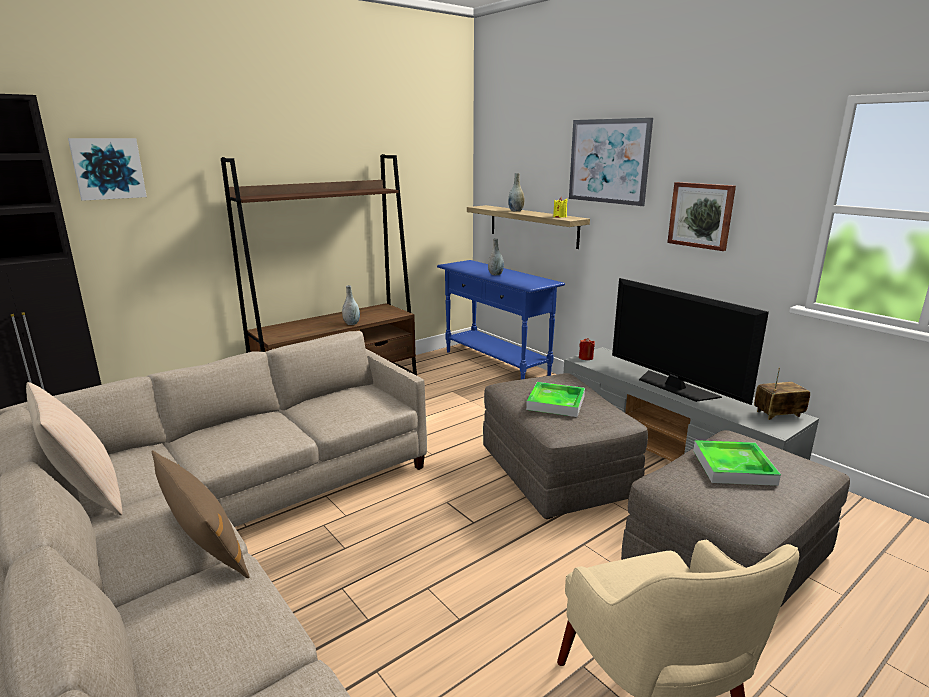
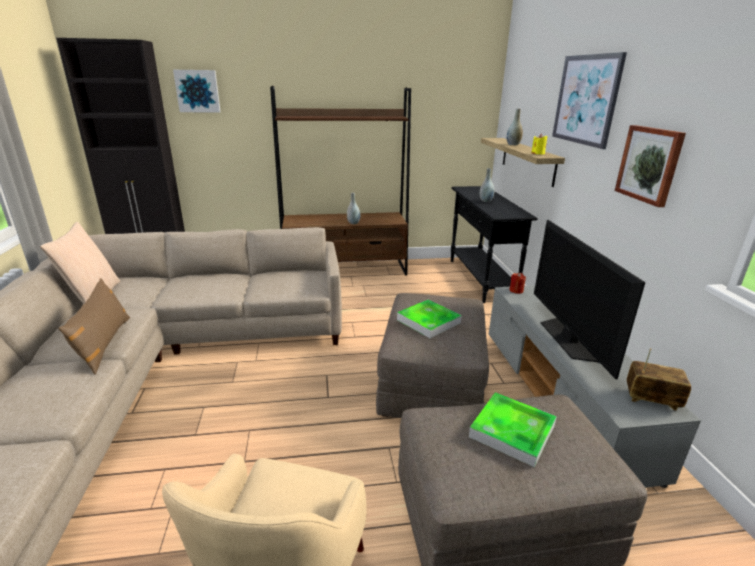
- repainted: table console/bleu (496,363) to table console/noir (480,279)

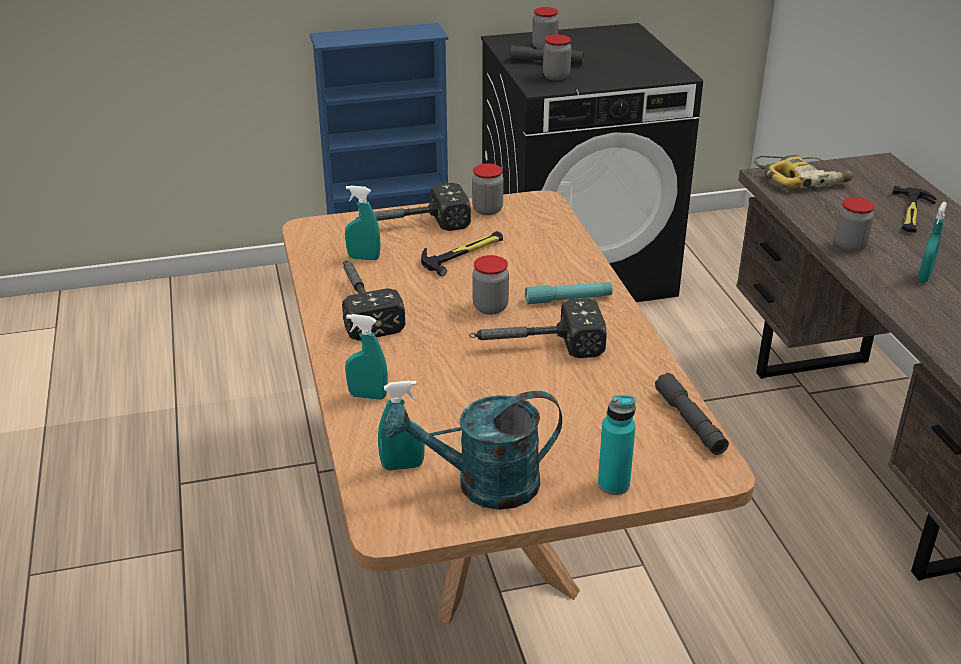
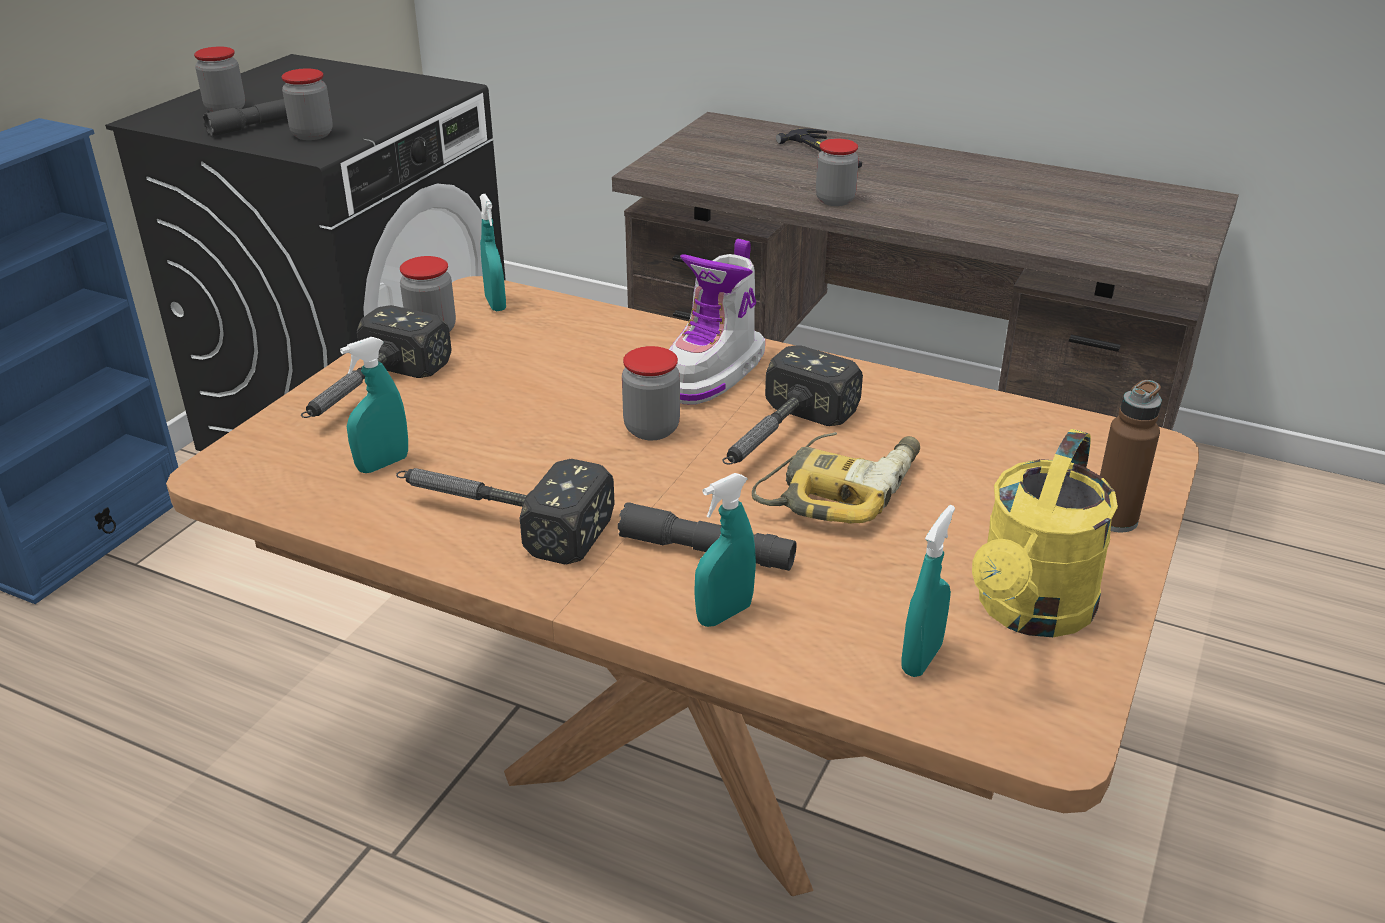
- gone: marteau (464,253)
- shifted: lampe de poche/gris (690,422) to (706,551)
- shifted: perceuse (802,179) to (840,488)
- shifted: vaporisateur/turquoise (924,276) to (495,304)
- swapped: lampe de poche/turquoise (568,299) to botte (712,374)
- repainted: arrosoir/turquoise (483,486) to arrosoir/jaune (1029,612)
- repainted: bouteille/turquoise (613,484) to bouteille/marron (1114,519)

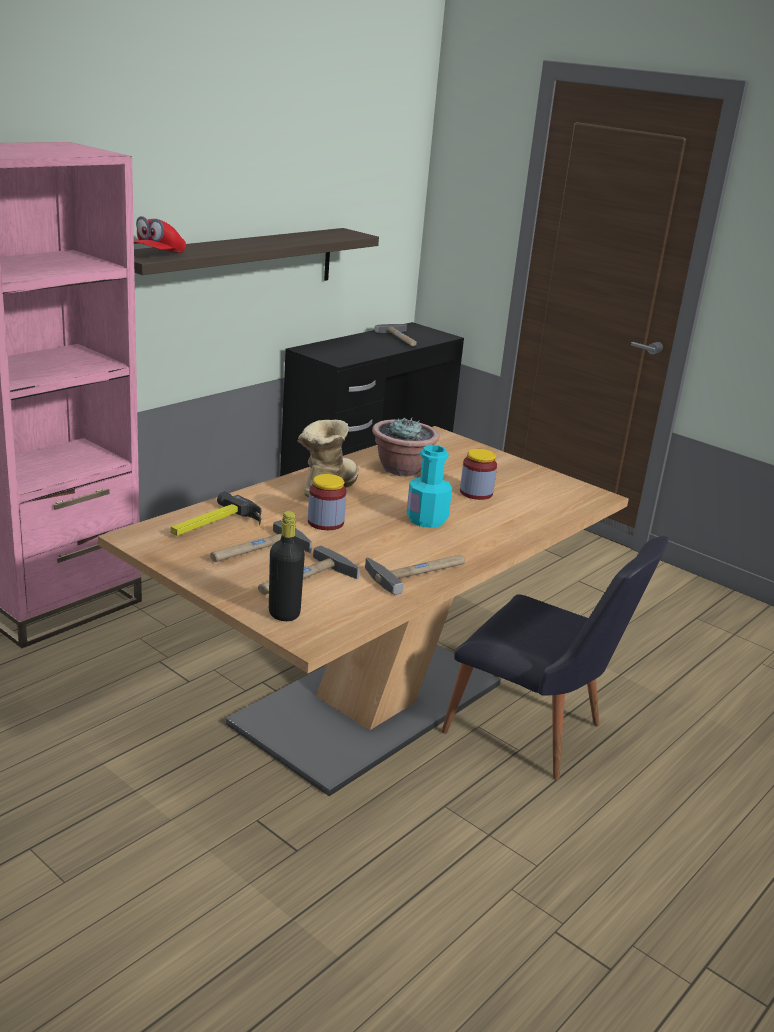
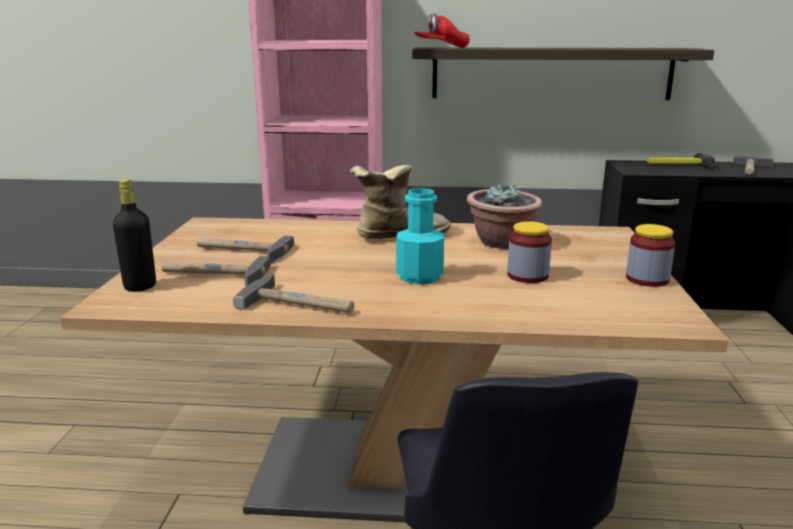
- shifted: marteau (214,525) to (679,166)
- shifted: bocal (325,522) to (647,279)

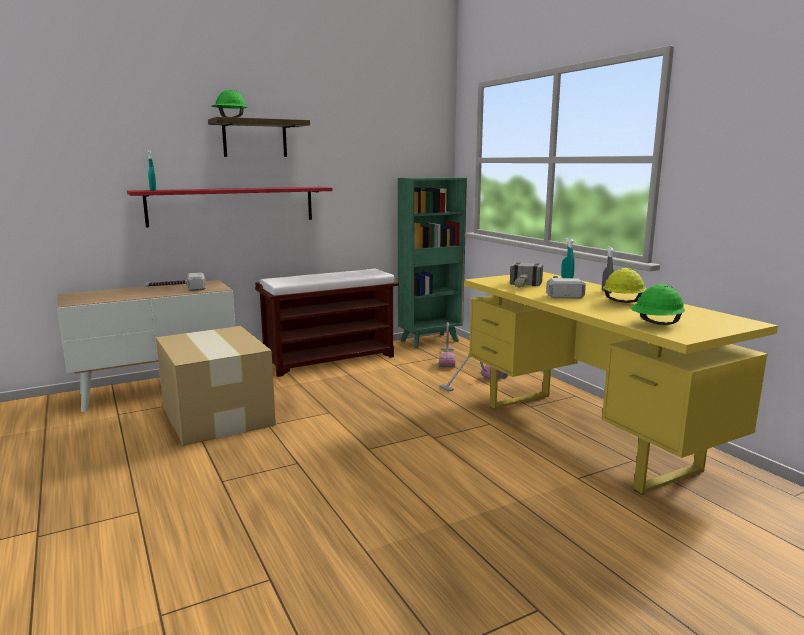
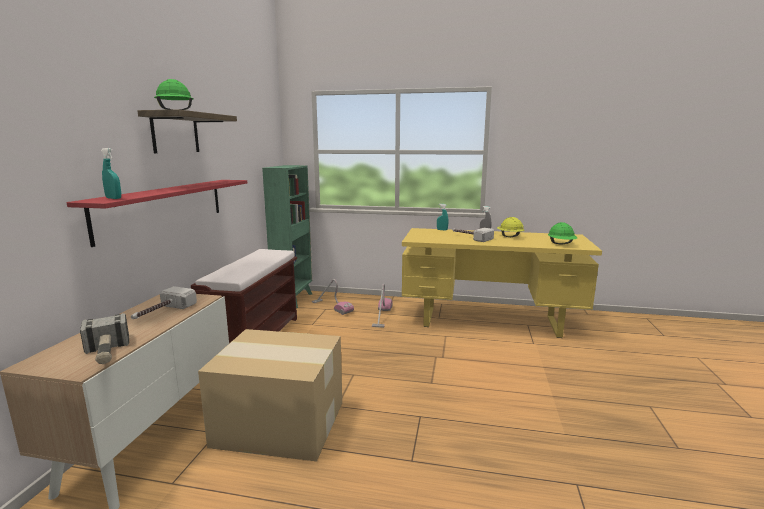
- shifted: marteau (523,287) to (107,354)

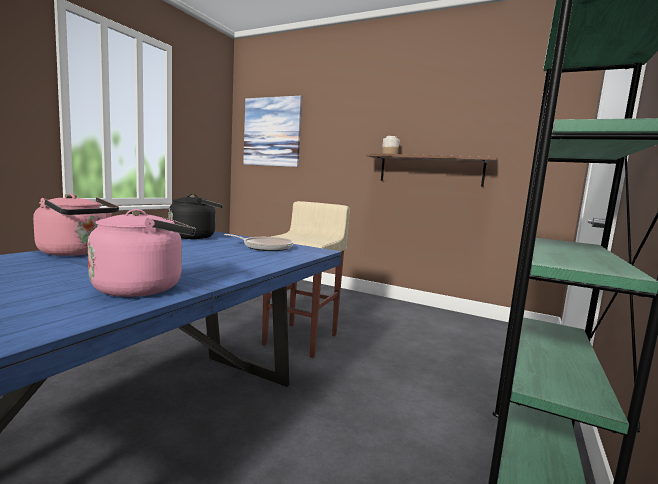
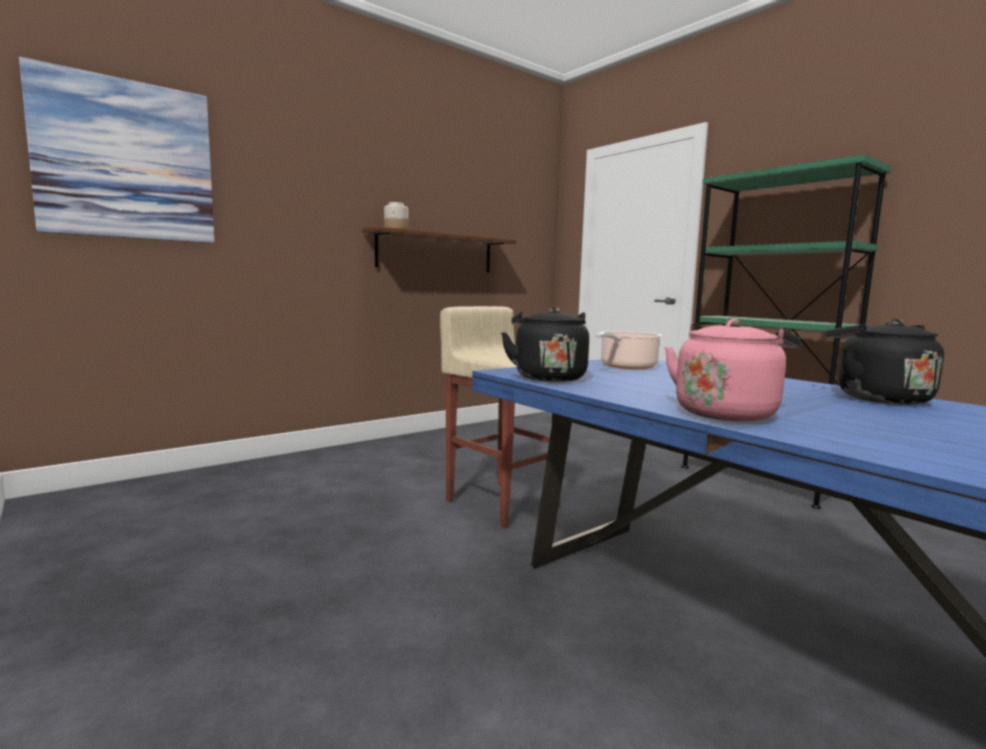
- swapped: poêle (265,247) to marmite (626,367)
- repainted: bouilloire/rose (144,287) to bouilloire/noir (876,398)

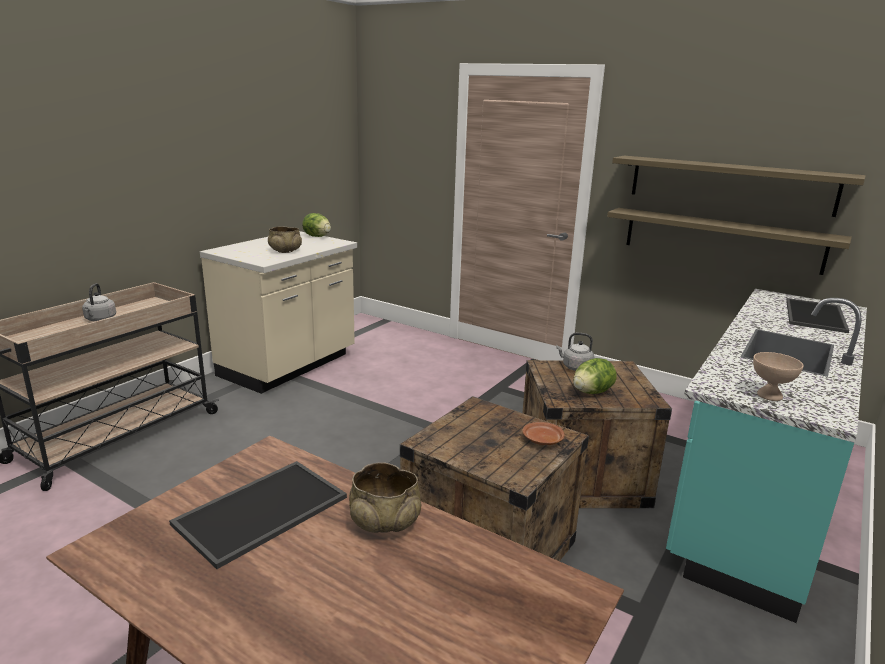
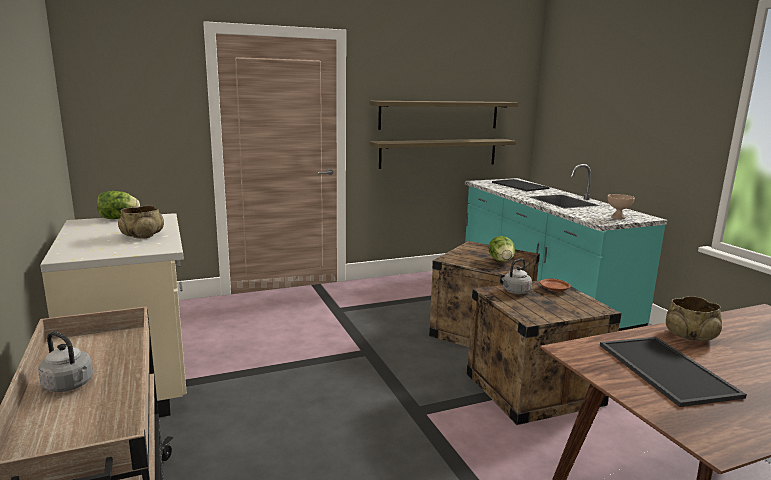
- shifted: bouilloire/gris (575,367) to (515,292)

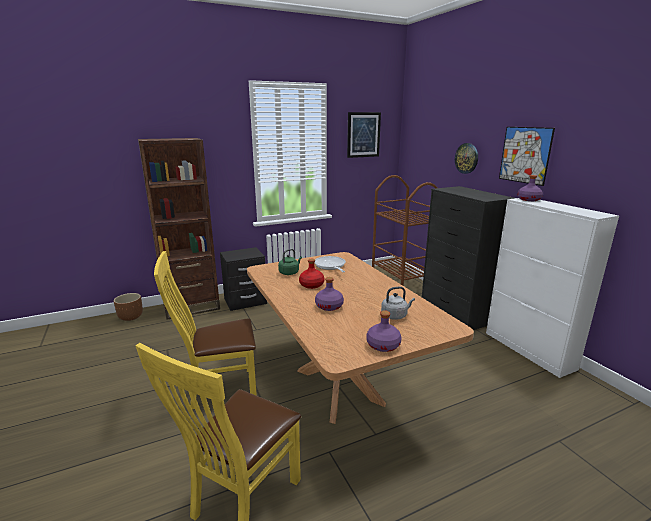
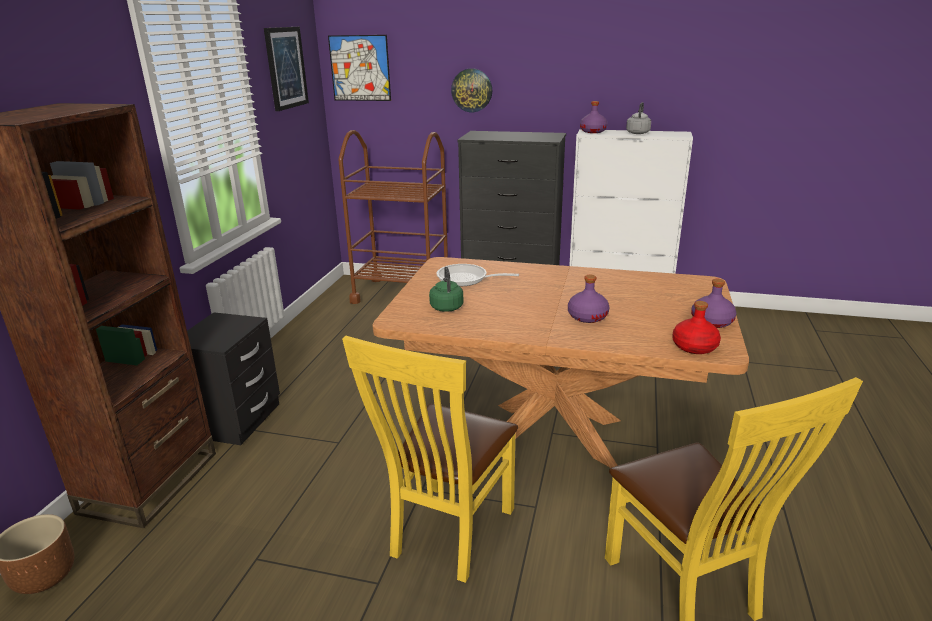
- shifted: bouteille/rouge (312,285) to (694,346)
- shifted: bouilloire/gris (395,315) to (638,133)
- shifted: tableau (525,155) to (360,68)

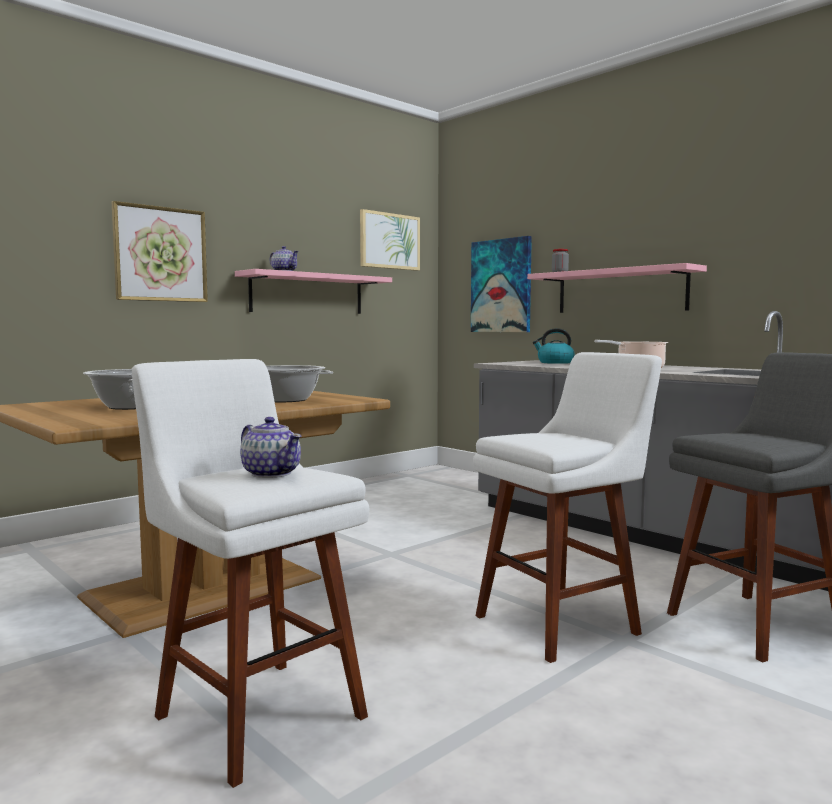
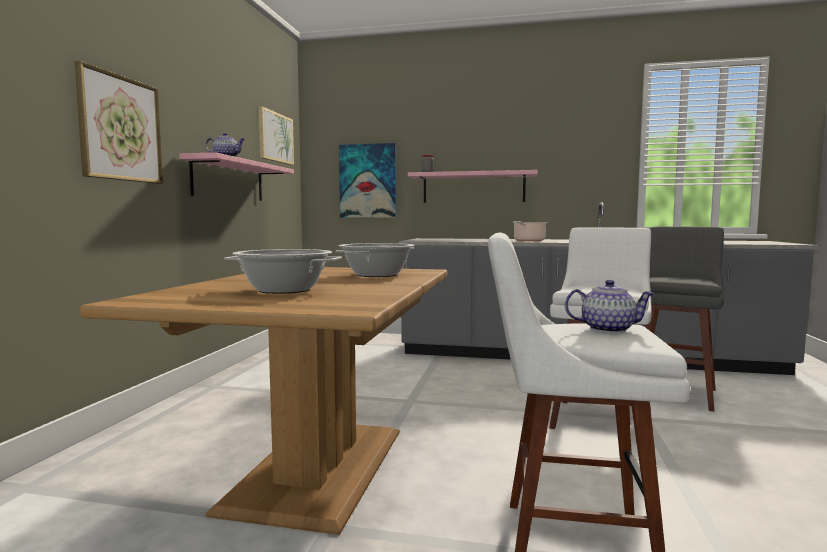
- gone: bouilloire (554,362)

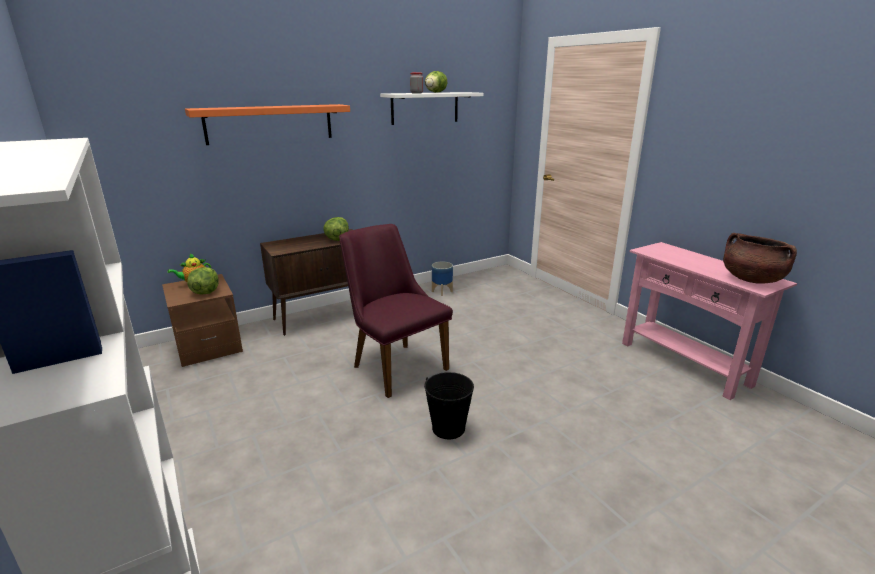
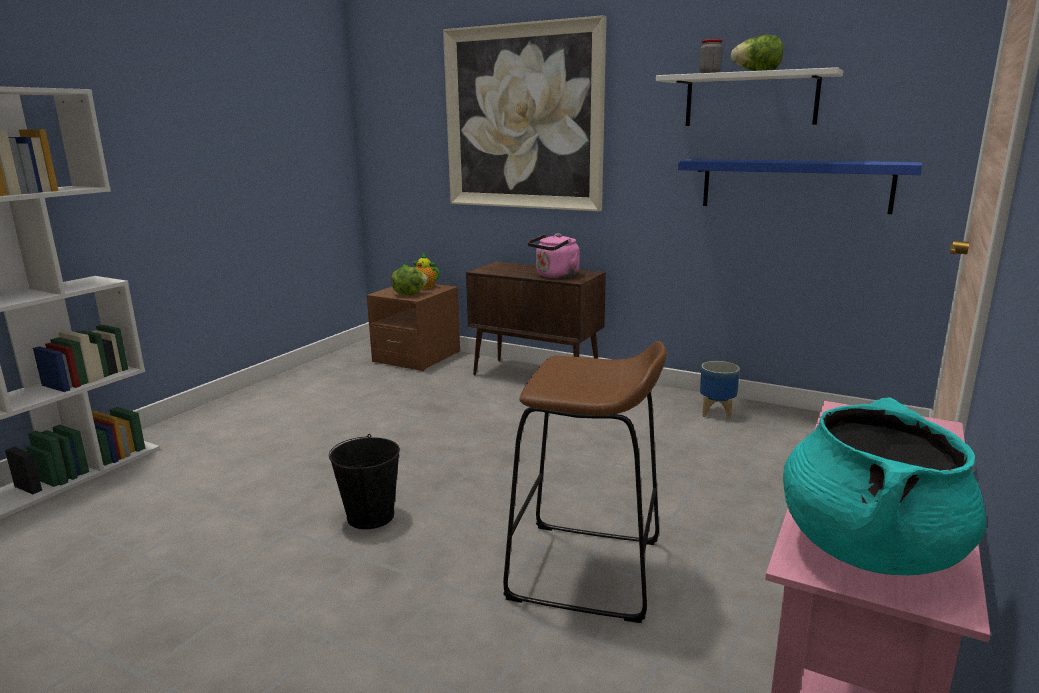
- gone: chaise/violet (394,364)
- new: tabouret/marron (585,570)
- new: étagère/bleu (794,185)
- swapped: étagère/orange (270,123) to tableau (523,118)
- swapped: laitue (337,240) to bouilloire/rose (555,276)
- repainted: marmite/marron (751,279) to marmite/turquoise (869,548)

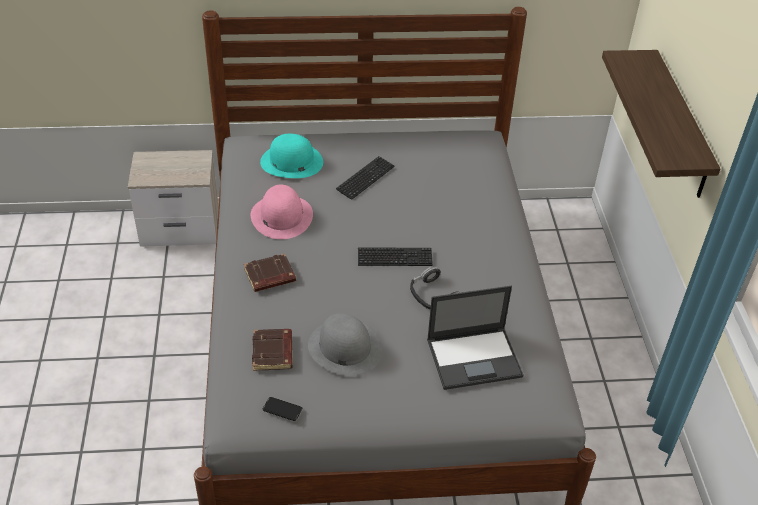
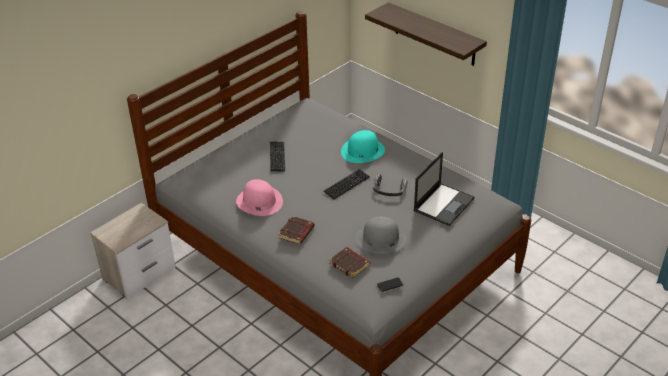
- shifted: chapeau/turquoise (291,162) to (362,151)

